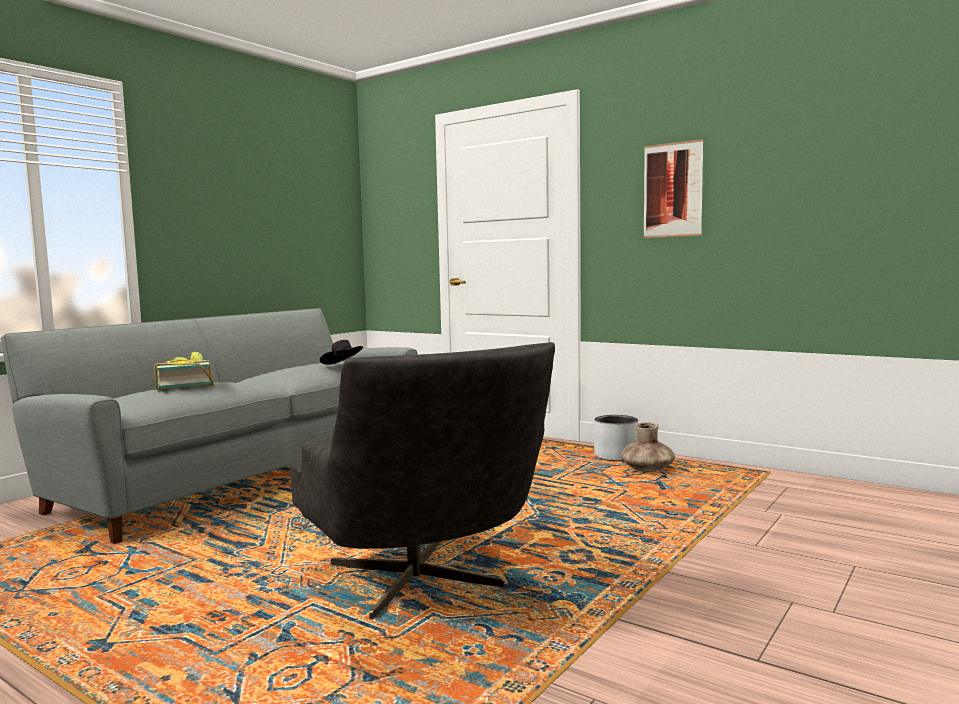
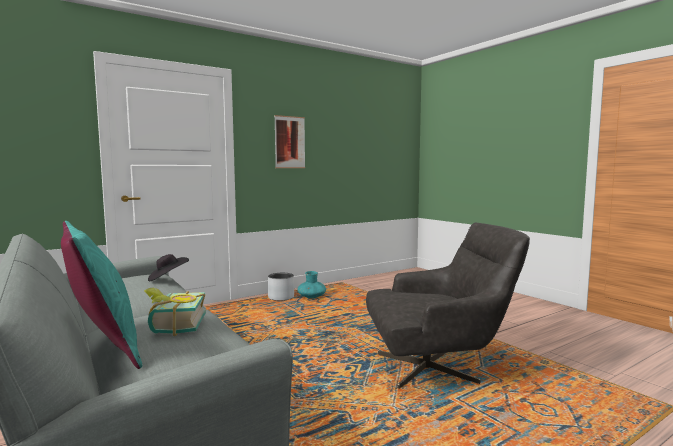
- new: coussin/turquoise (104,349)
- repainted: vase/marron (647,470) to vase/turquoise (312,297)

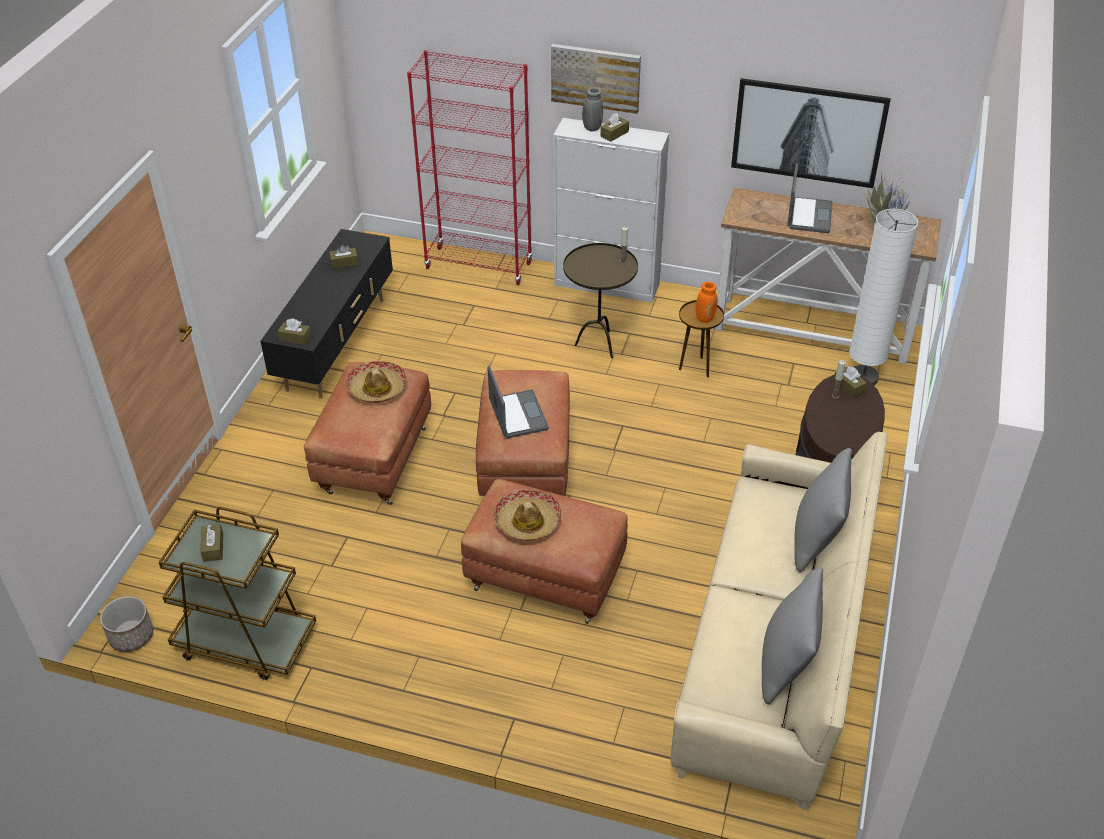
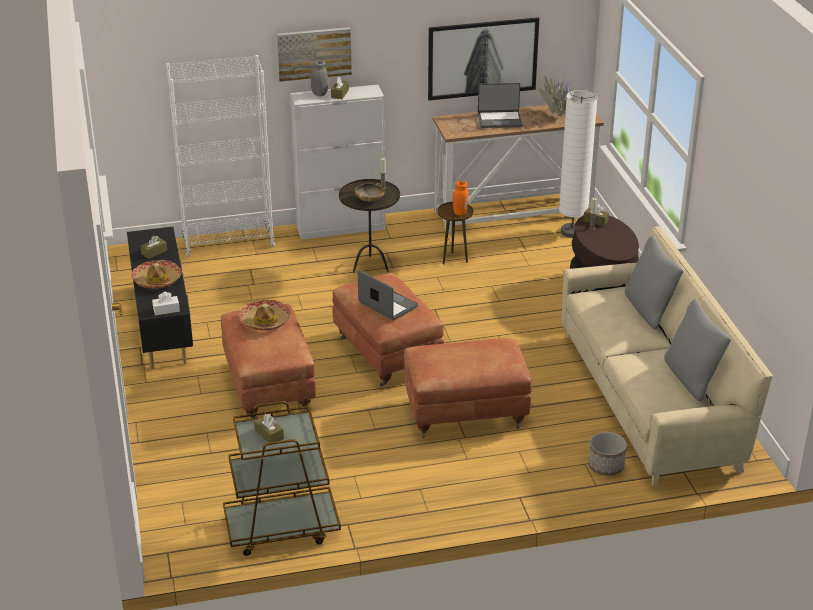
- new: bol/beige (369,200)
- shifted: cache-pot (131,636) to (606,466)
- shifted: chapeau (527,522) to (157,280)
- repainted: boîte à mouchoirs/marron (295,338) to boîte à mouchoirs/blanc (166,310)
- repainted: bibliothèque/rouge (479,266) to bibliothèque/blanc (228,243)
- rotated: ordinateur portable (808,216) = (499,120) 105 degrees clockwise

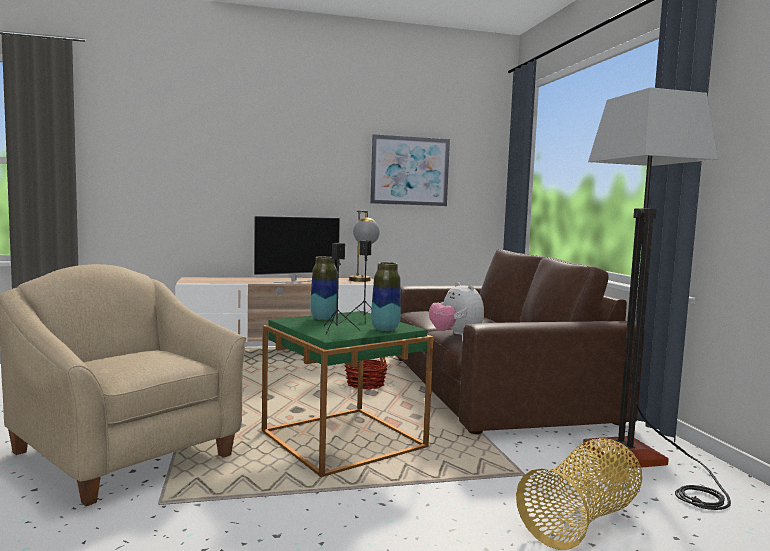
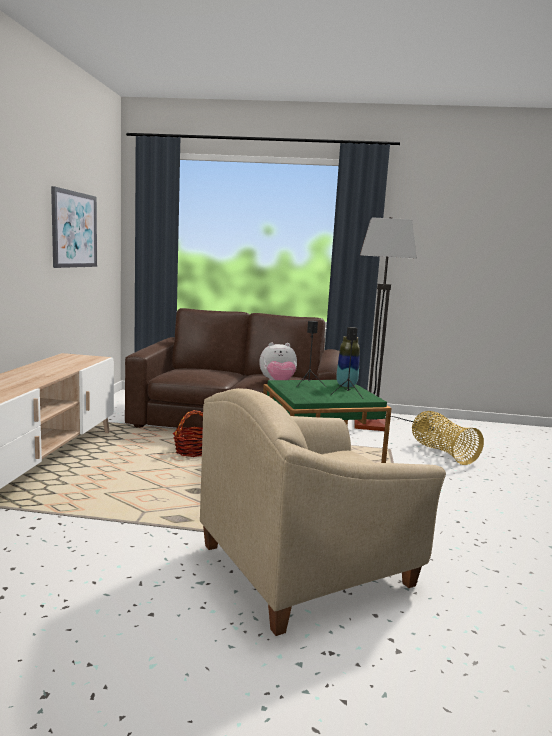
- gone: téléviseur (296,281)
- gone: vase (323,318)
- gone: lampe de table (363,281)

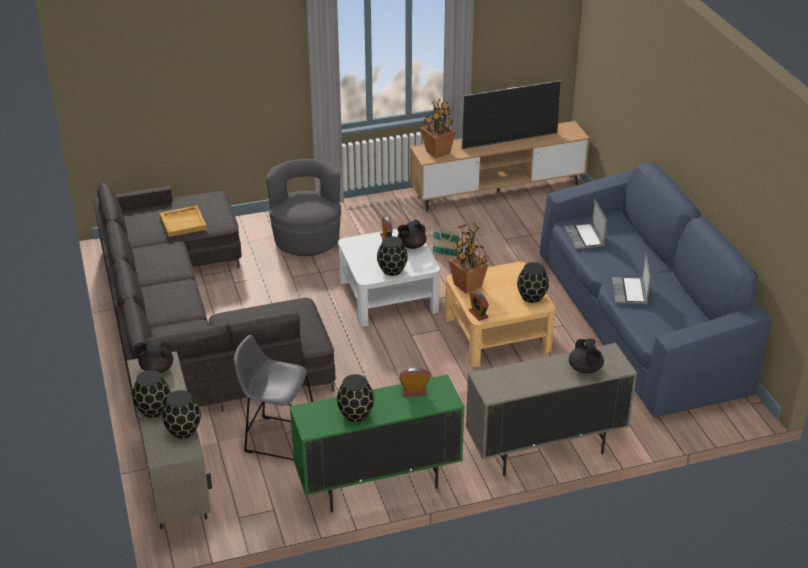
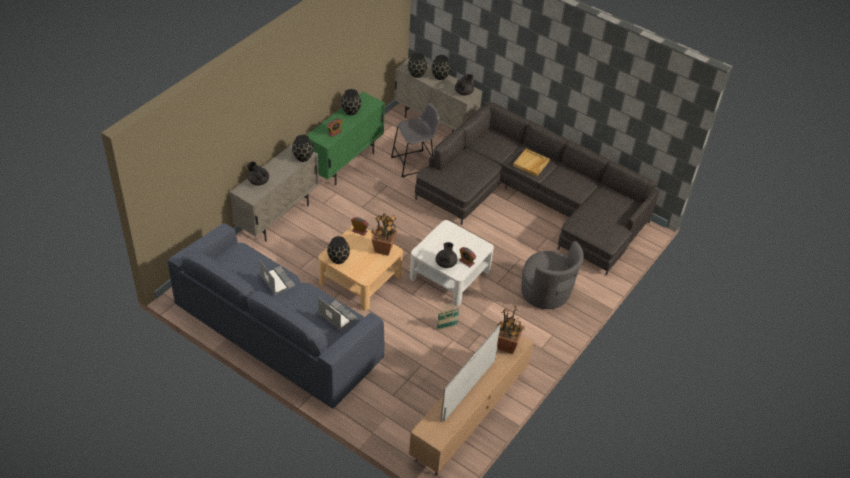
- shifted: plateau/beige (183,223) to (531,164)
- shifted: vase/noir (392,270) to (302,157)

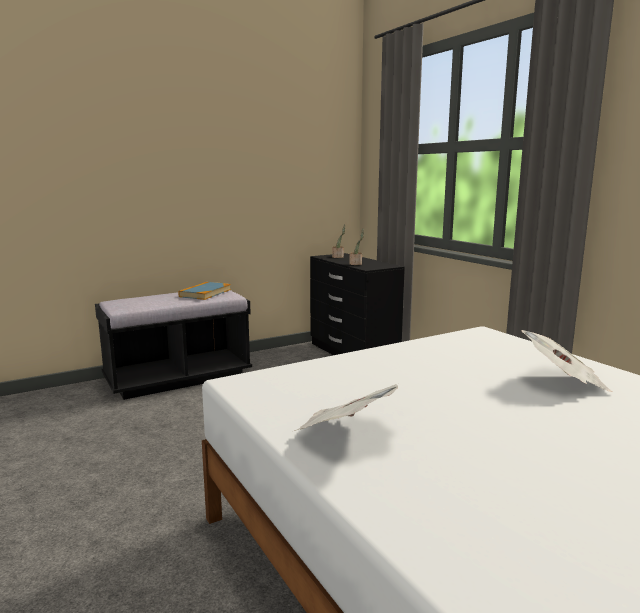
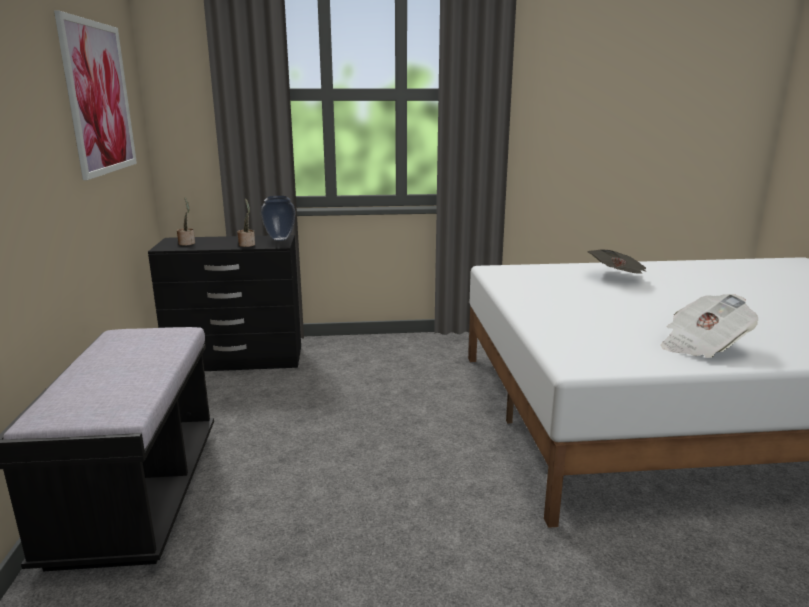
- gone: livre (205,293)
- new: tableau (99,98)
- new: vase (280,239)

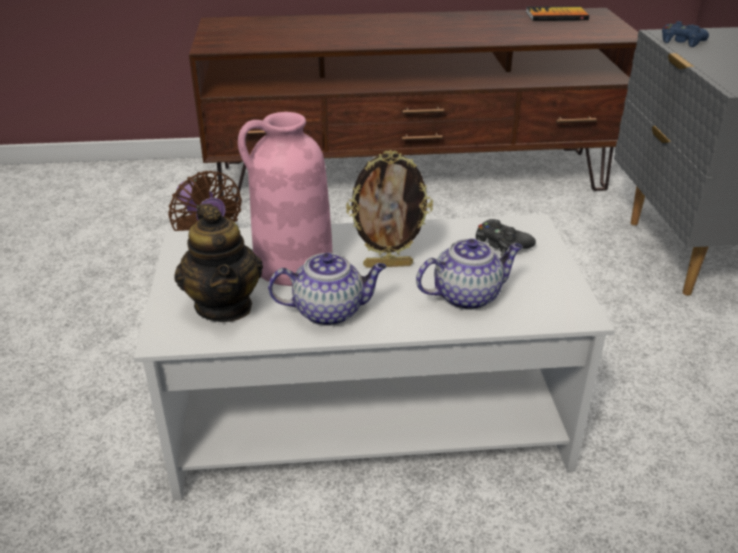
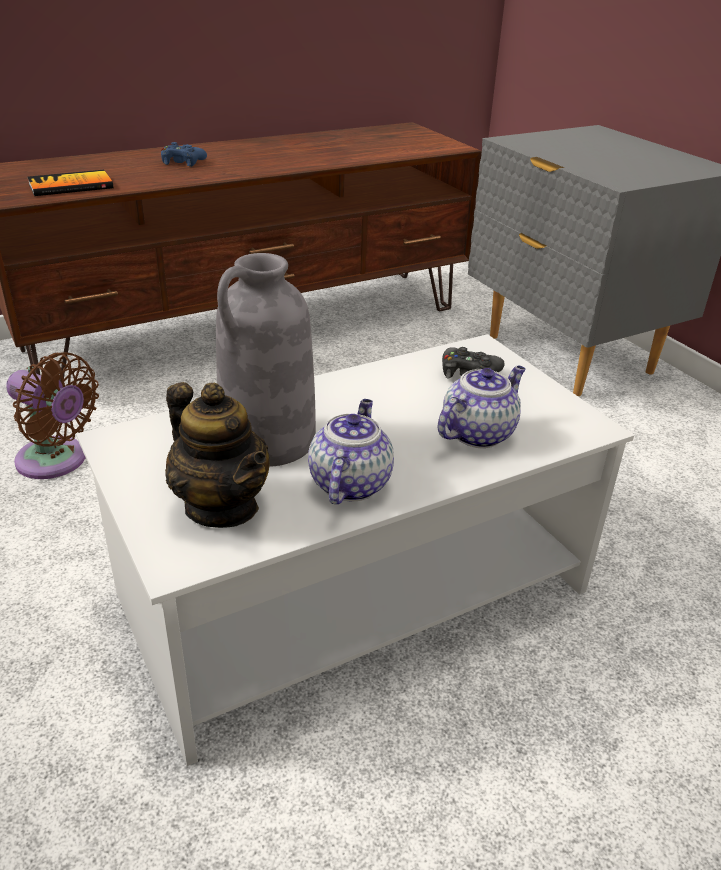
- gone: cadre photo (388,265)
- shifted: livre (556,16) to (71,186)
- shifted: manette/bleu (681,41) to (182,162)
- repainted: vase/rose (293,265) to vase/gris (268,441)
- rotated: théière (330,311) = (349,483) 45 degrees counterclockwise

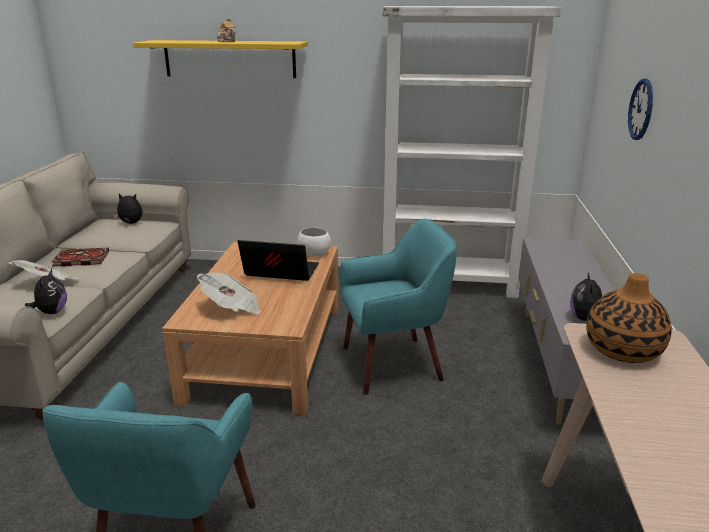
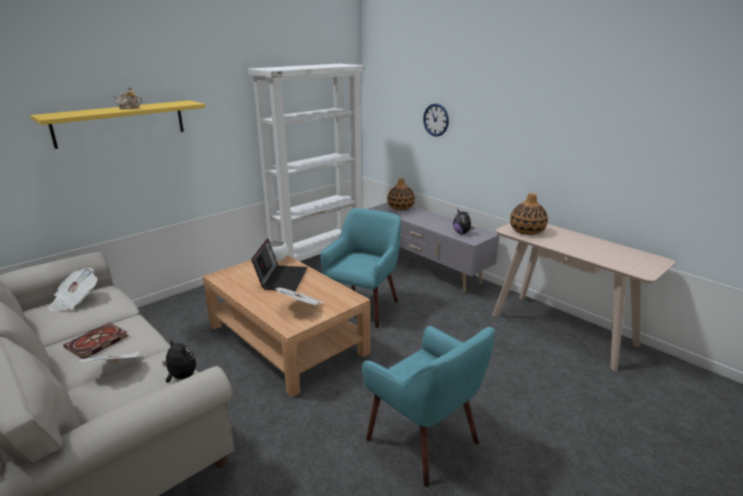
- new: vase (400,207)
- swapped: peluche (130,223) to journal (75,301)
- rotated: ordinateur portable (279,273) = (281,278) 135 degrees clockwise

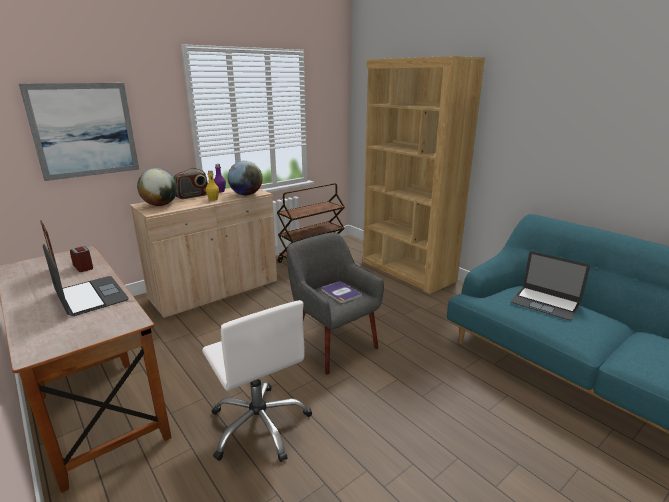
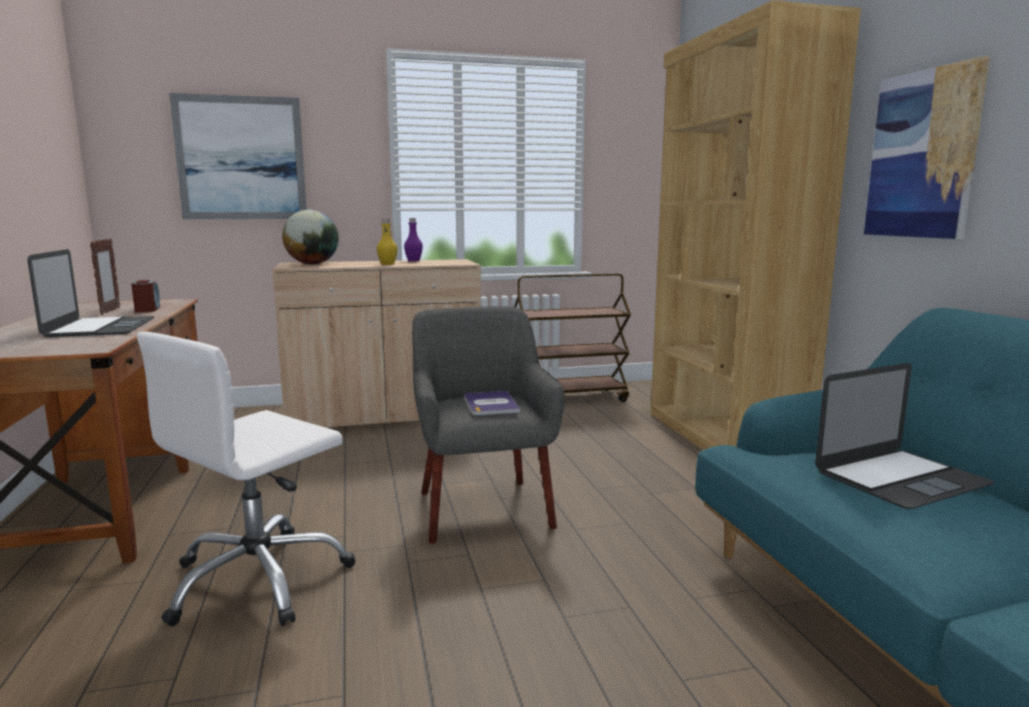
- gone: radio (192,196)
- gone: globe (246,194)
- new: tableau (922,155)
- rotated: chaise de bureau/blanc (260,425) = (259,580) 45 degrees clockwise
- rotated: ordinateur portable (545,303) = (901,478) 90 degrees counterclockwise

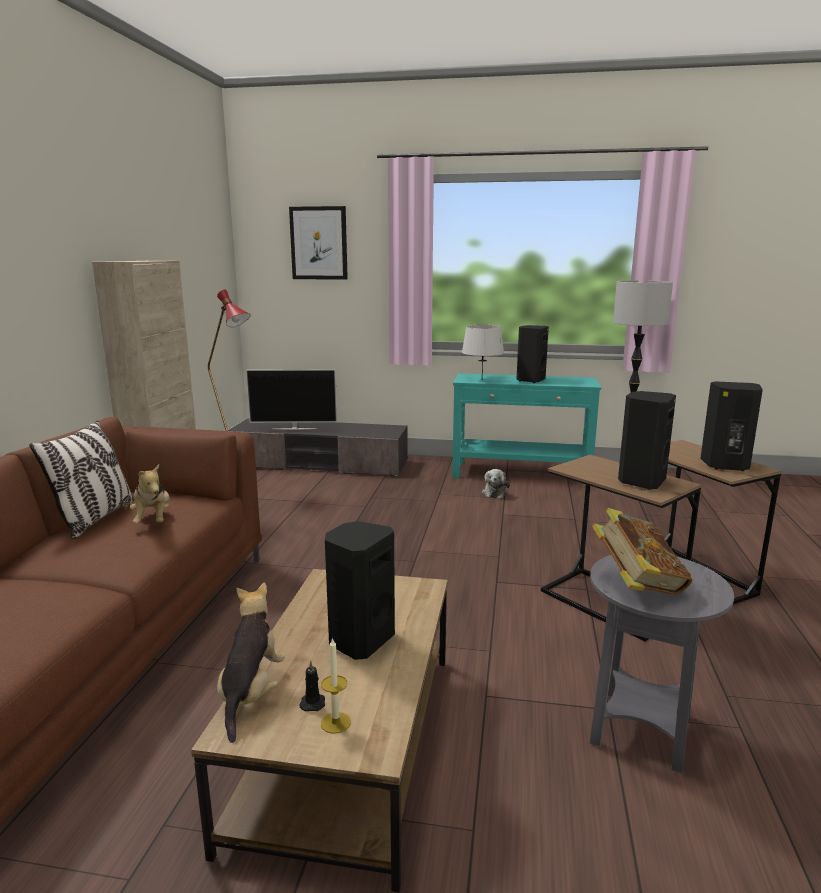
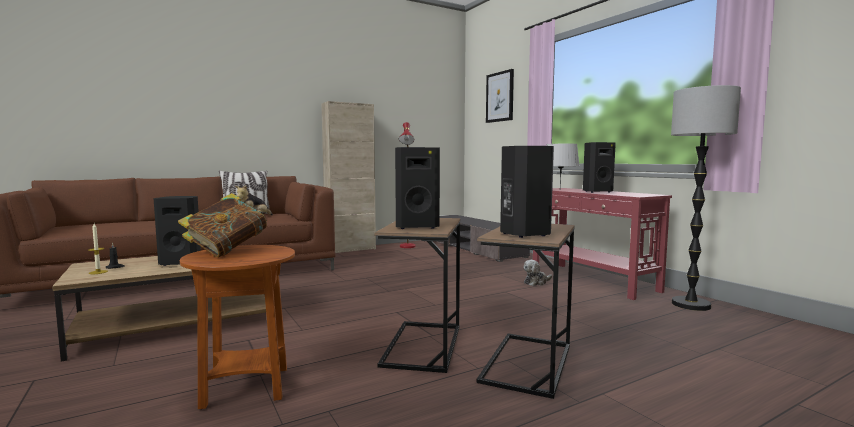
- gone: peluche (251,693)
- gone: téléviseur (294,428)
- repainted: table console/turquoise (521,474) to table console/rouge (592,280)
- repainted: table d'appoint/gris (641,730) to table d'appoint/marron (246,388)

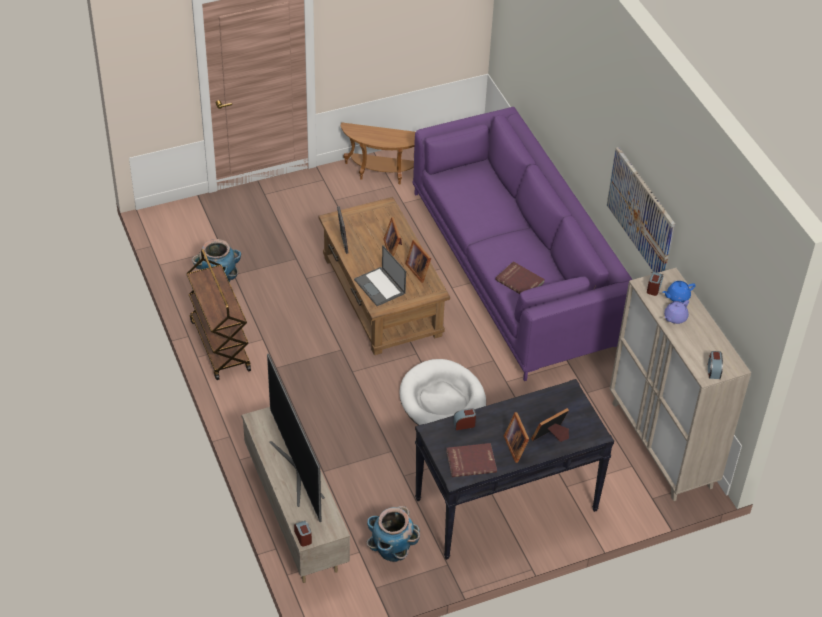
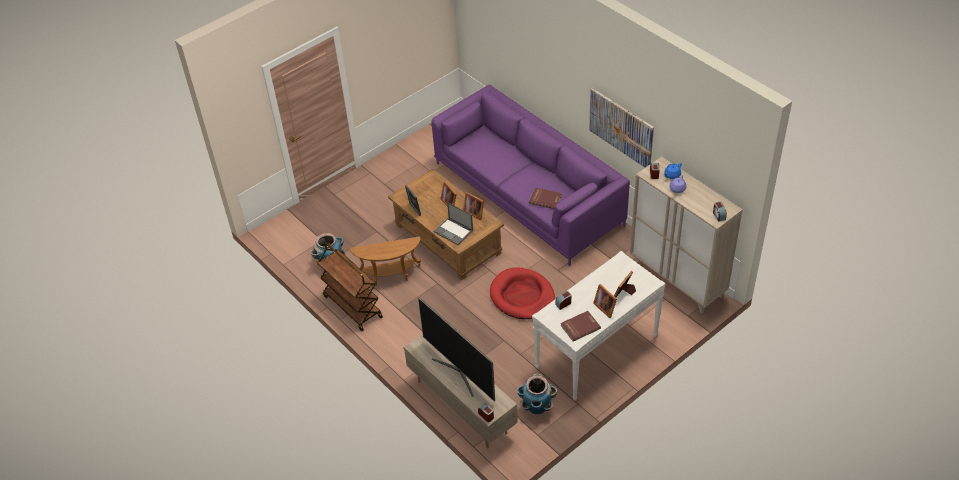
- shifted: table d'appoint/marron (382,174) to (390,276)
- repainted: panier pour chien/blanc (443,401) to panier pour chien/rouge (522,296)
- repainted: table console/noir (505,505) to table console/blanc (596,351)

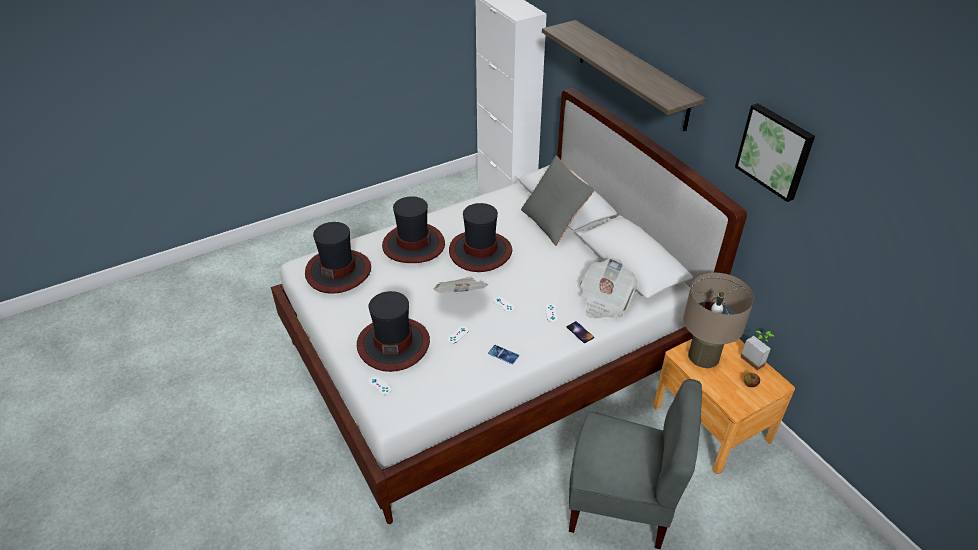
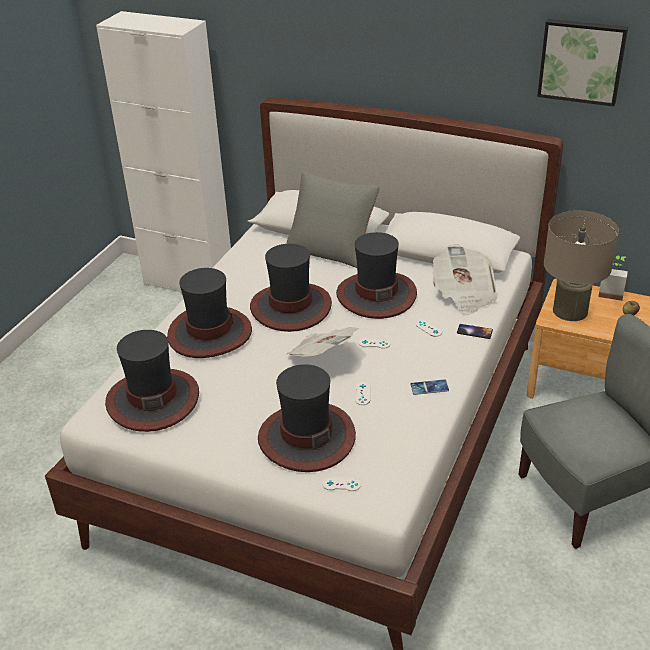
- gone: étagère (632,74)
- new: chapeau (376,295)

